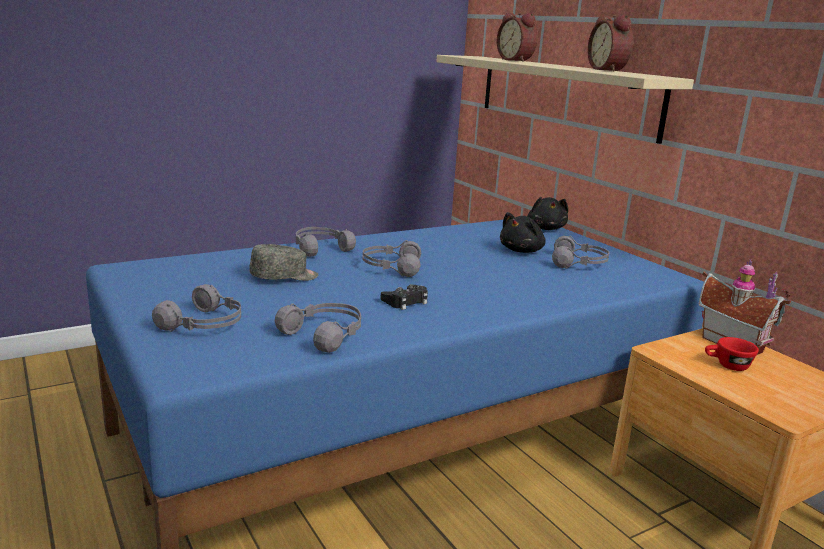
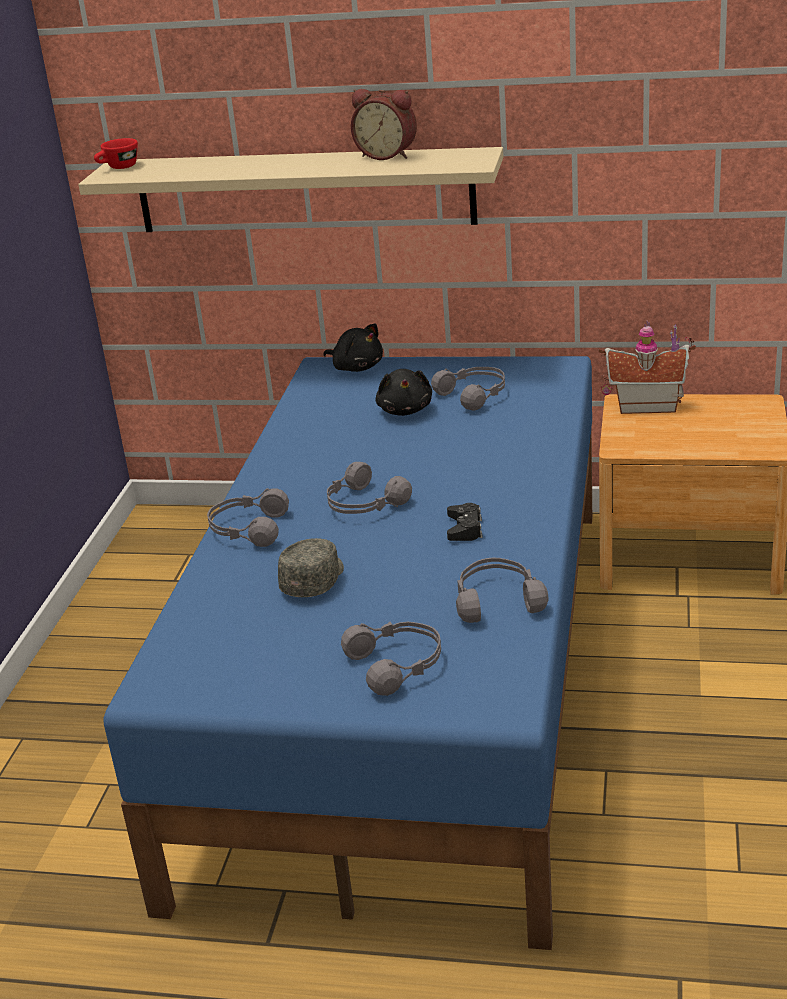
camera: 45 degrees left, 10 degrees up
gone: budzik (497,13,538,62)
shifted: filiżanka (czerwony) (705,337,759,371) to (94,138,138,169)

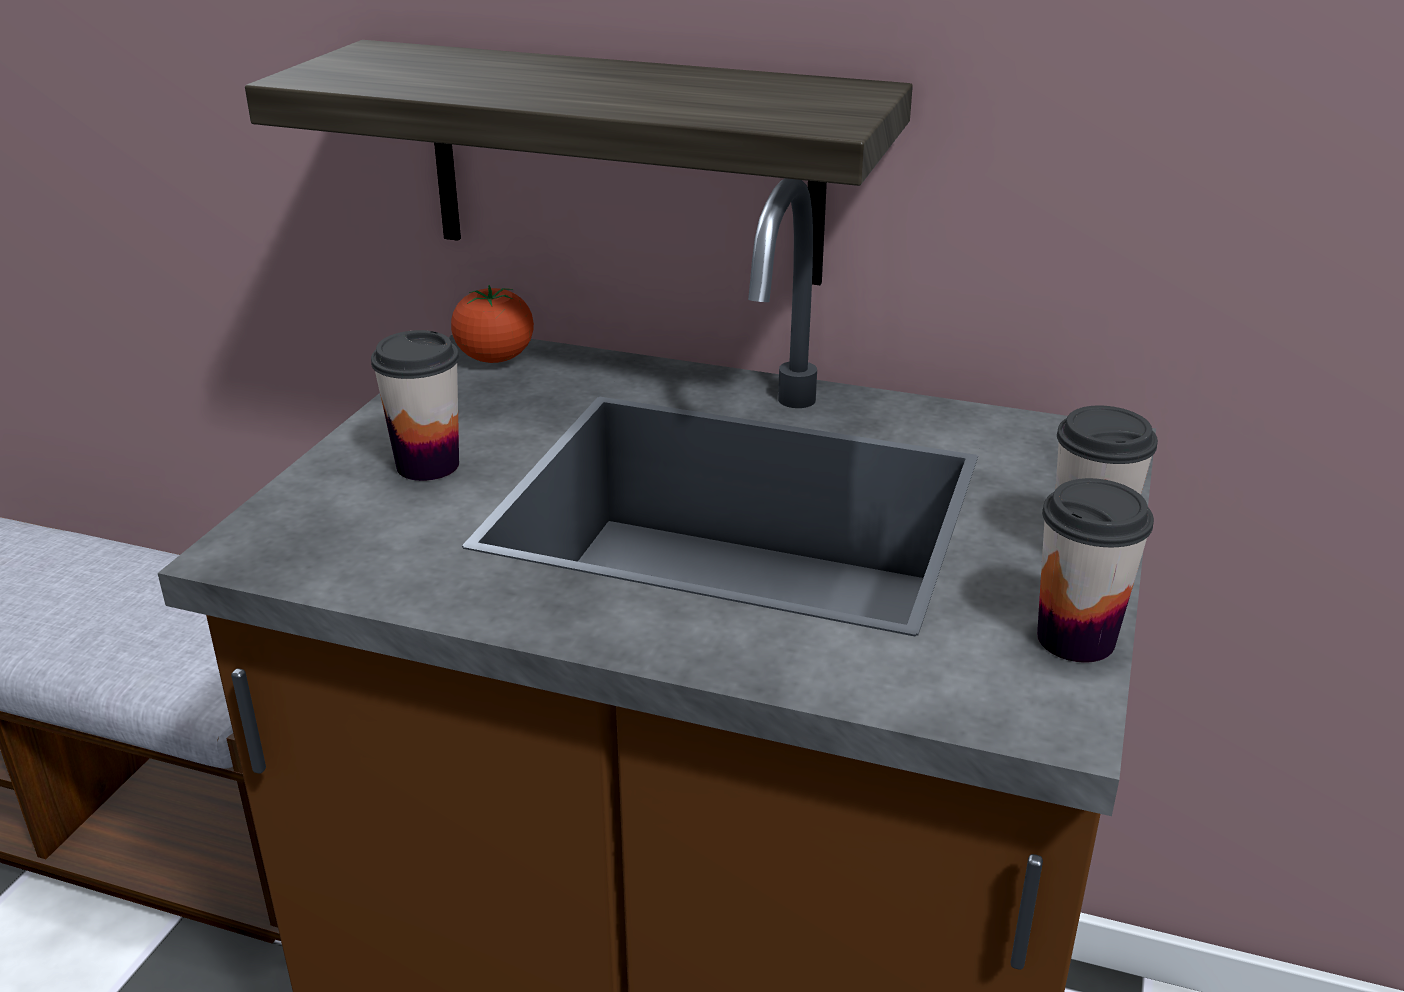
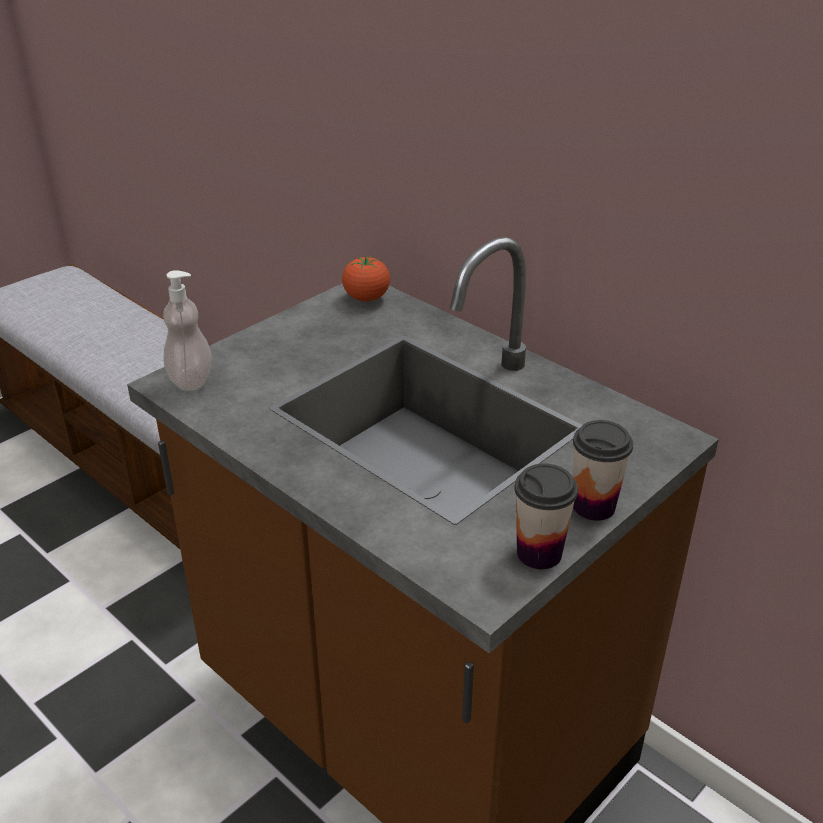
camera: 25 degrees right, 5 degrees up
gone: półka (245,40,913,285); filiżanka (371,330,459,481)
new: dozownik mydła (163,270,212,391)

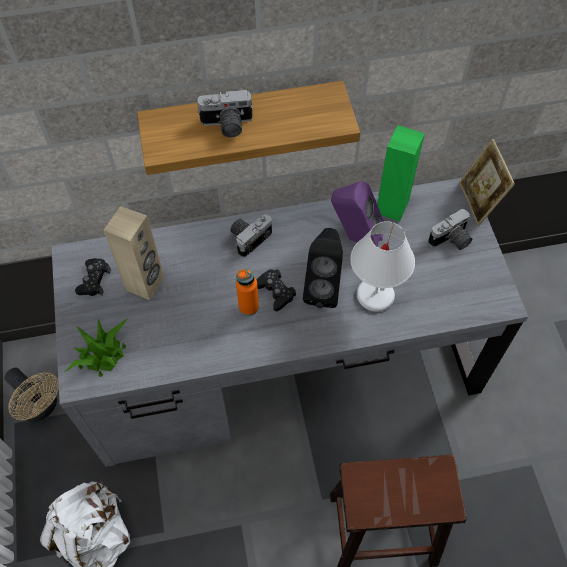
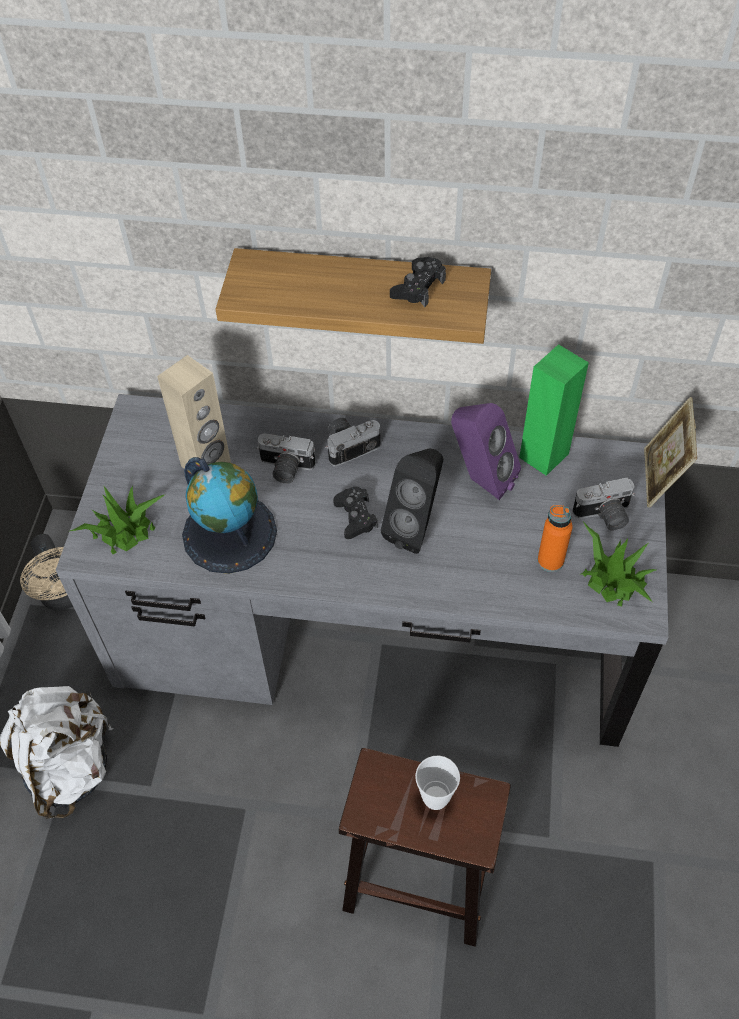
camera: 20 degrees right, 5 degrees down
gone: lampa stołowa (biały) (350,221,415,312)
new: globus (182,457,277,574); filiżanka (415,756,460,810); roślina doniczkowa (581,522,656,607)
shifted: aparat fotograficzny (197,90,254,137) to (256,433,315,484); pad do gier (czarny) (75,258,111,296) to (390,257,446,307); butelka (pomarańczowy) (236,269,259,316) to (537,505,573,572)

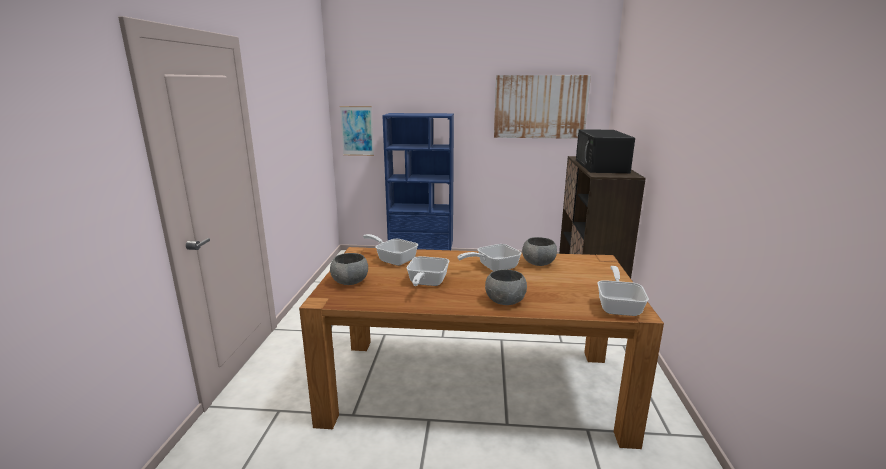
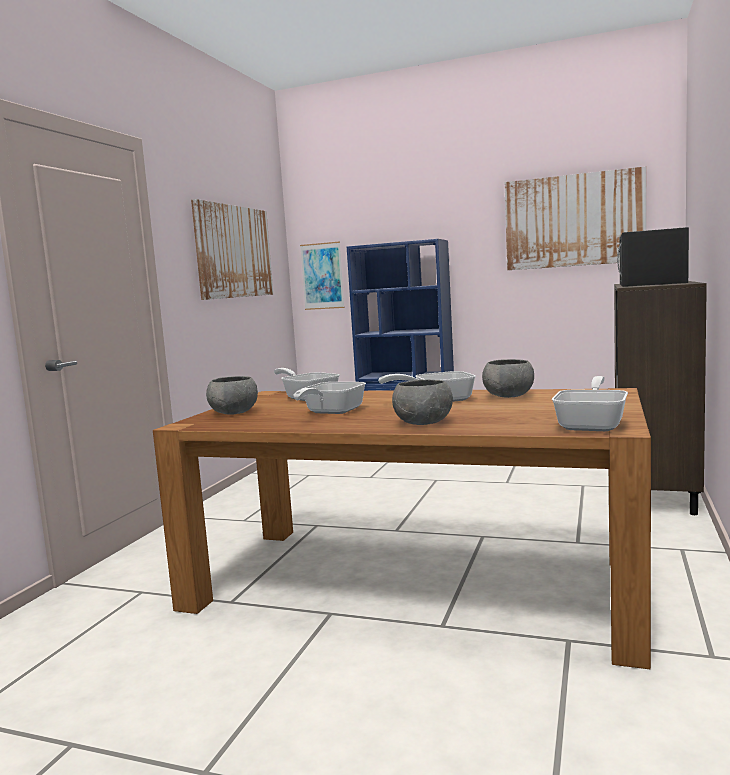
camera: 15 degrees right, 10 degrees down
new: obraz (191,199,273,300)

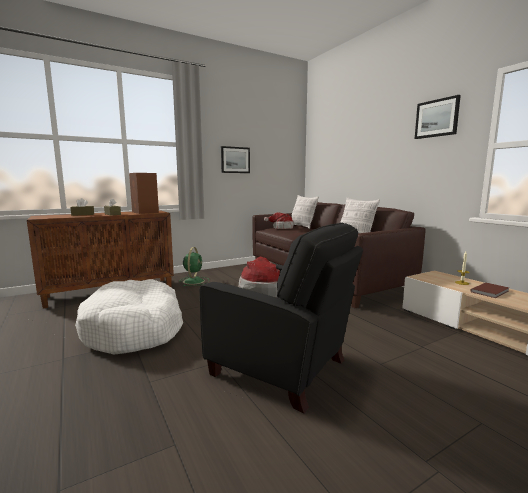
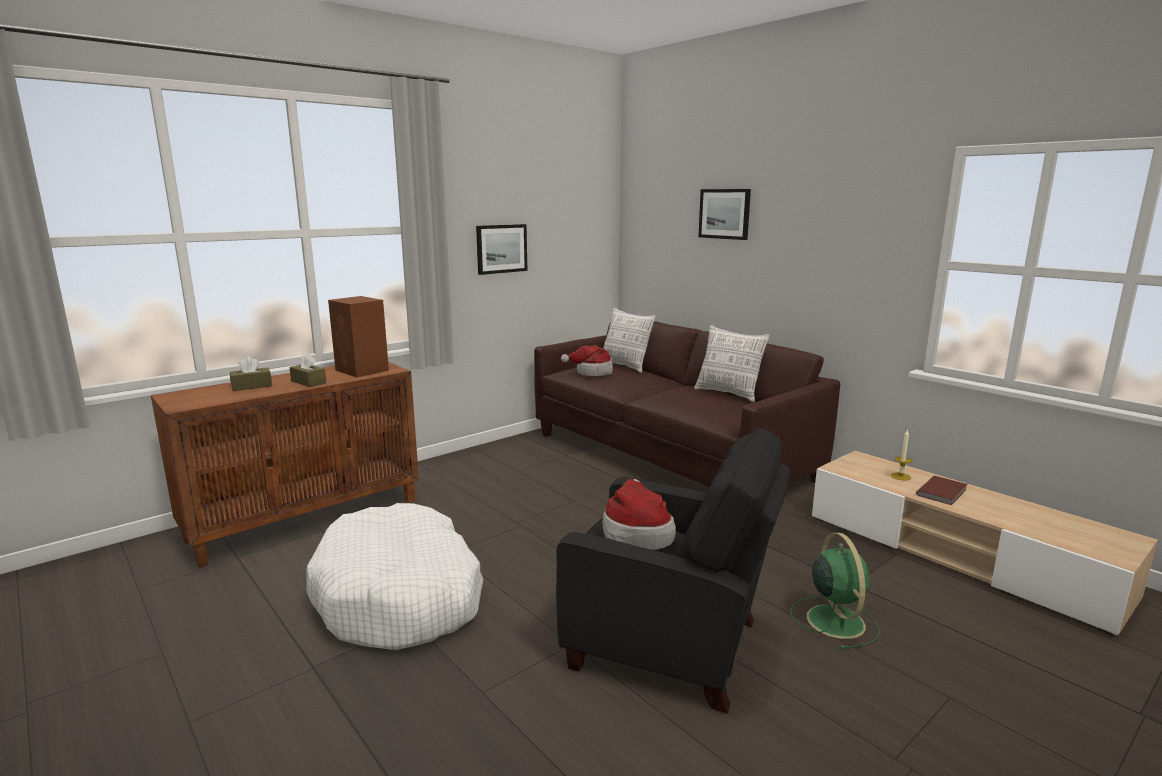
camera: 10 degrees left, 5 degrees up
shifted: obraz (415,95,461,139) to (698,189,751,240); wentylator (zielony) (179,247,209,286) to (790,533,880,650)

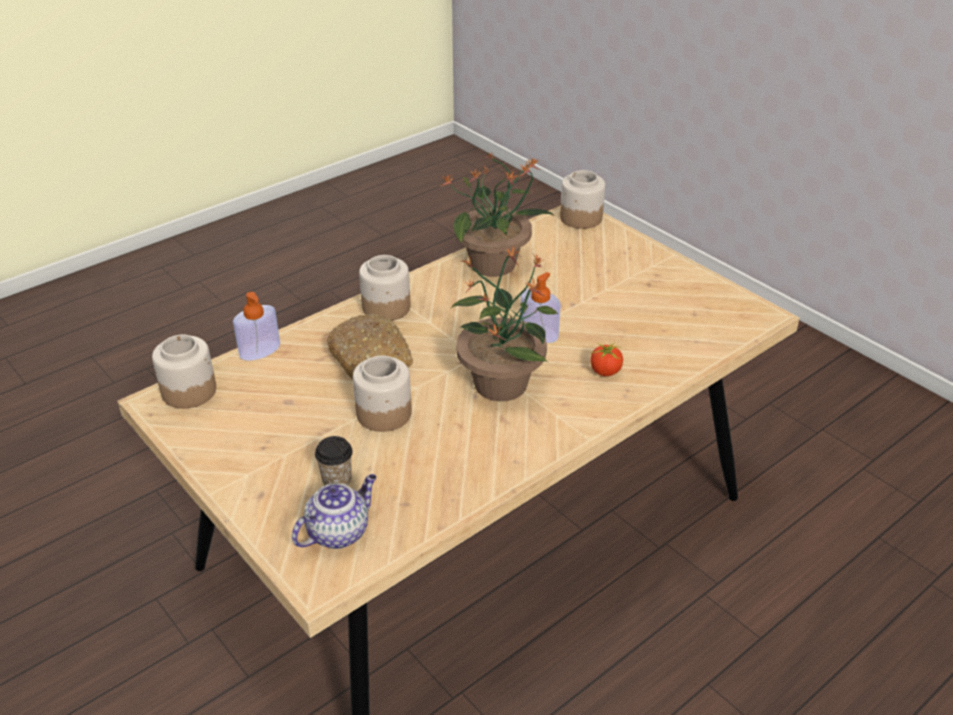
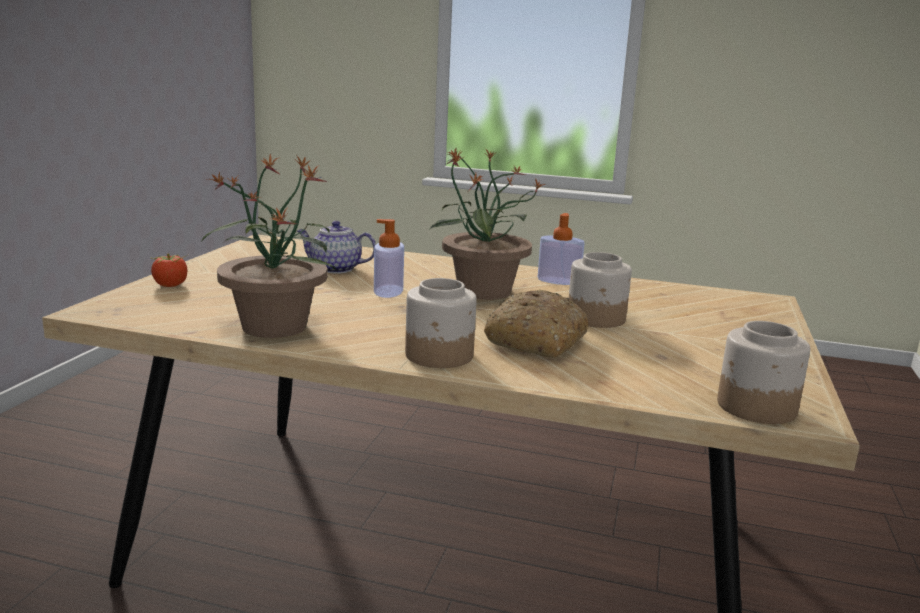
camera: 125 degrees left, 20 degrees down
gone: filiżanka (315,436,353,486); słoik (560,170,605,229)
shifted: pomidor (590,342,623,376) to (150,254,188,287); imbryk (292,474,376,549) to (297,221,376,273); dozownik mydła (233,292,280,361) to (538,213,584,285)

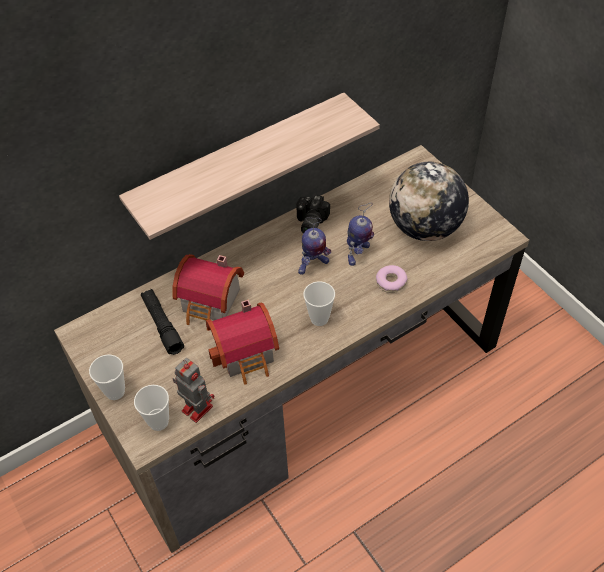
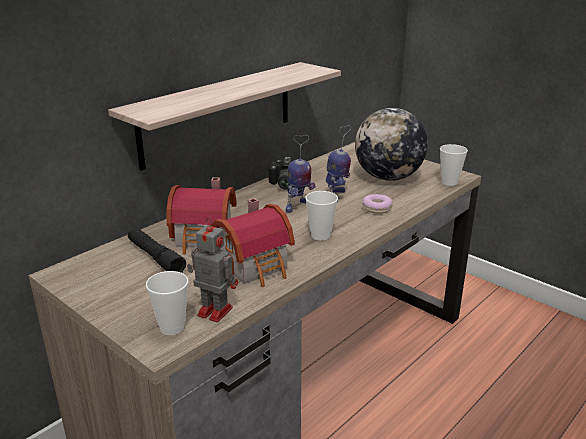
camera: 15 degrees left, 25 degrees down
shifted: filiżanka (89,355,125,400) to (440,144,468,186)

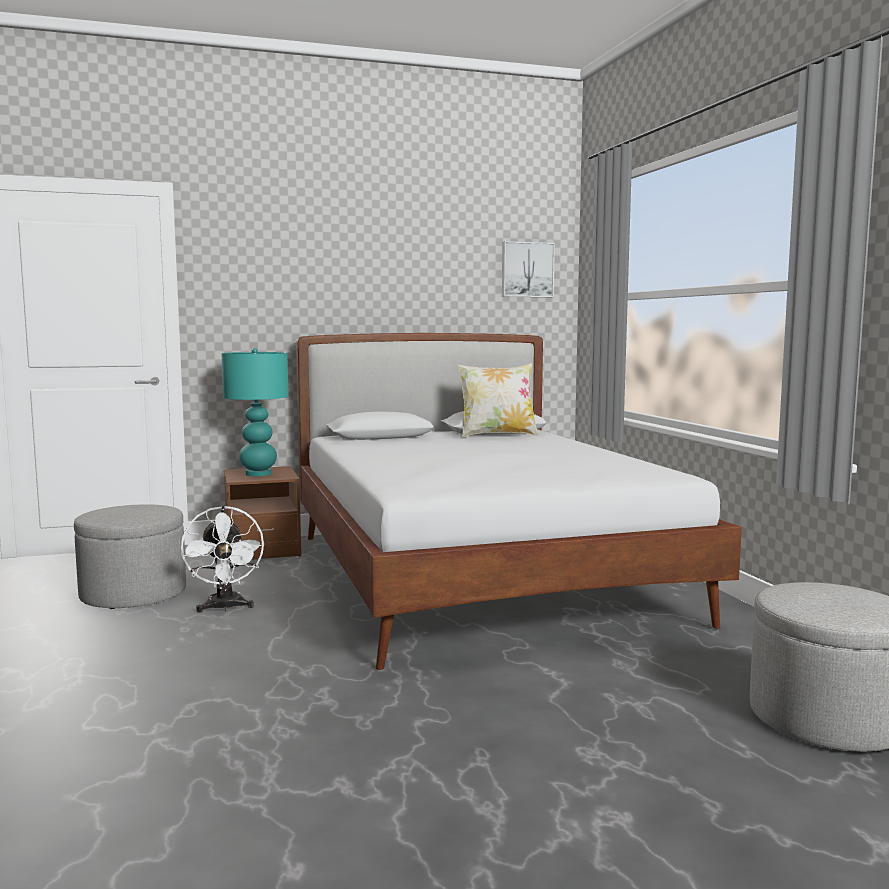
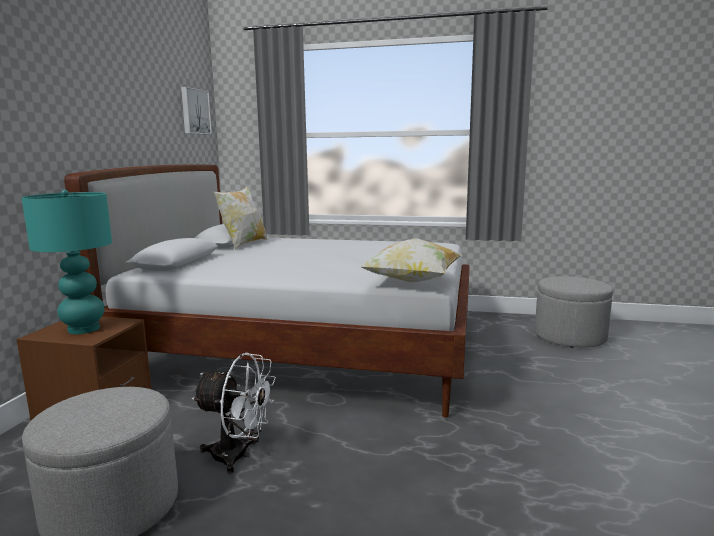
camera: 60 degrees left, 5 degrees up
new: poduszka (360,238,462,282)

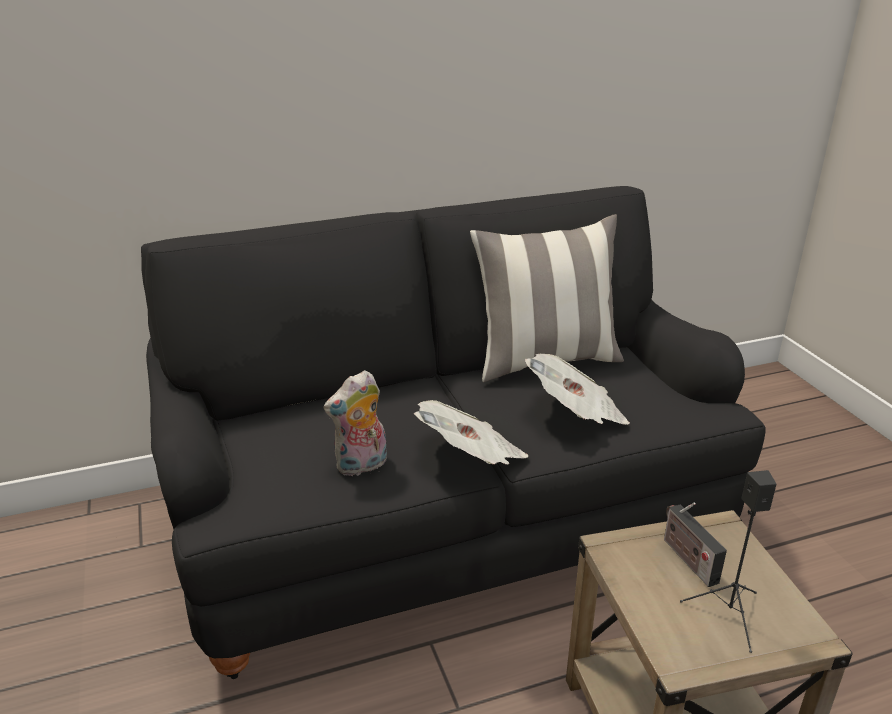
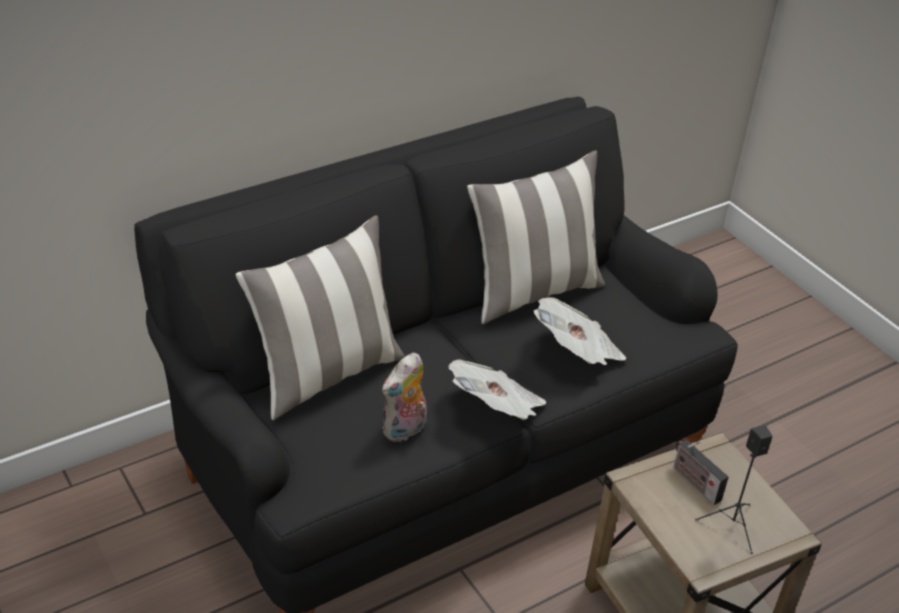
camera: 15 degrees left, 10 degrees up
new: poduszka (236,215,405,420)

